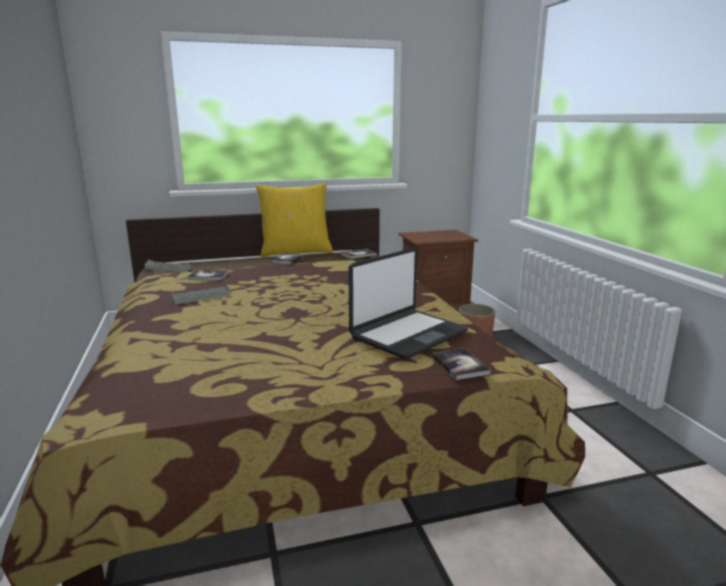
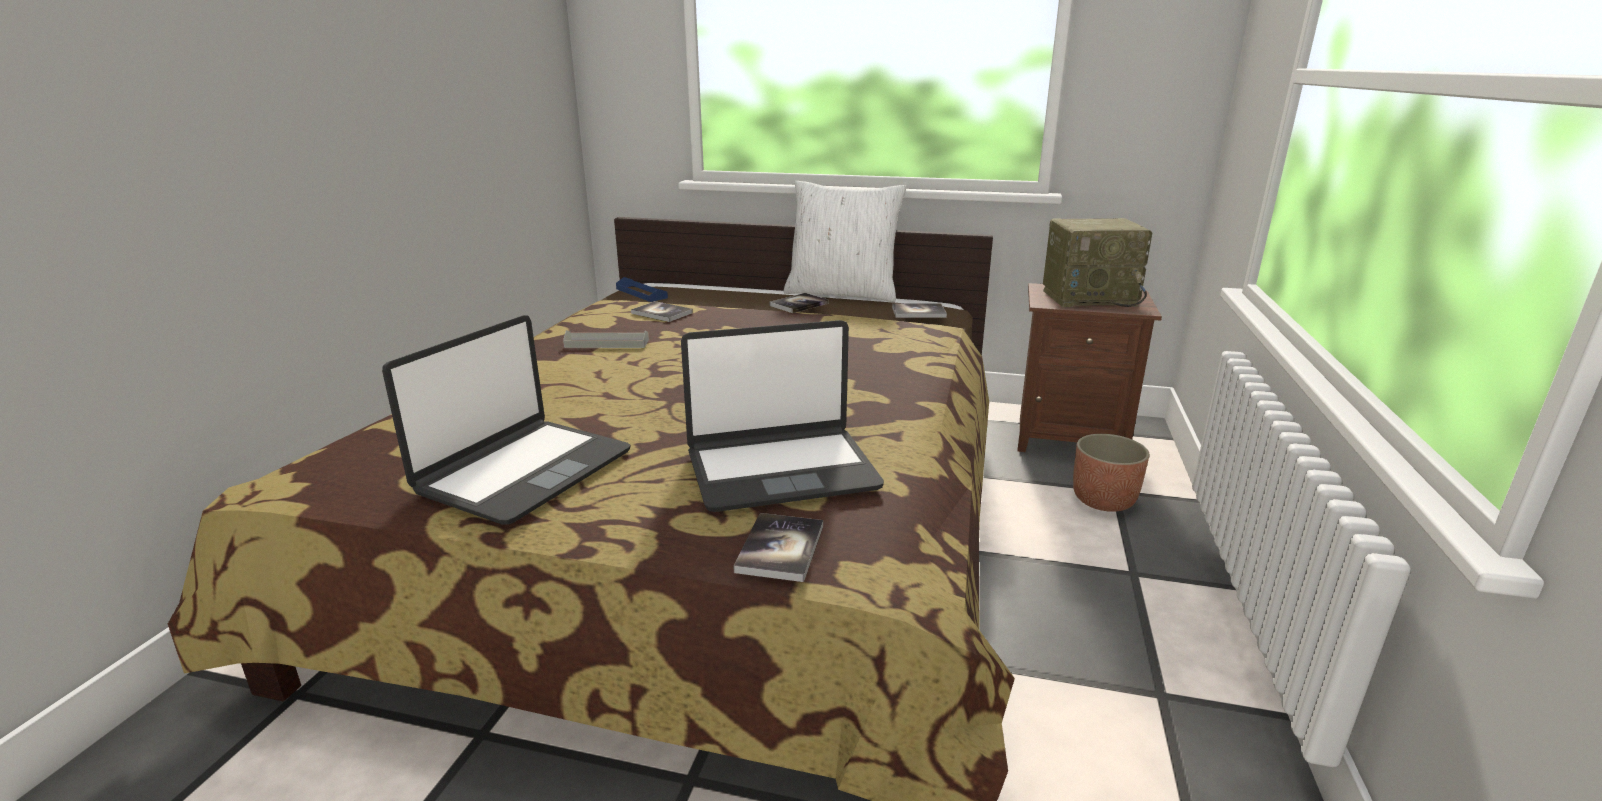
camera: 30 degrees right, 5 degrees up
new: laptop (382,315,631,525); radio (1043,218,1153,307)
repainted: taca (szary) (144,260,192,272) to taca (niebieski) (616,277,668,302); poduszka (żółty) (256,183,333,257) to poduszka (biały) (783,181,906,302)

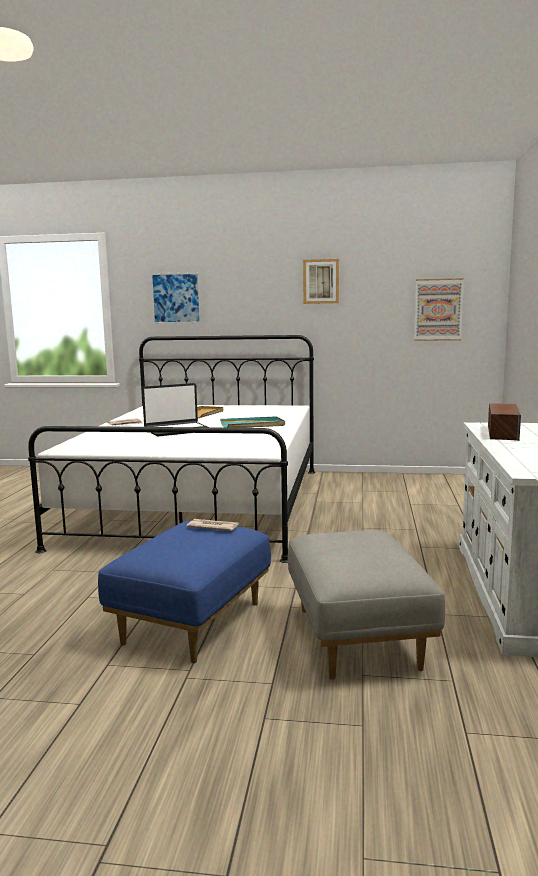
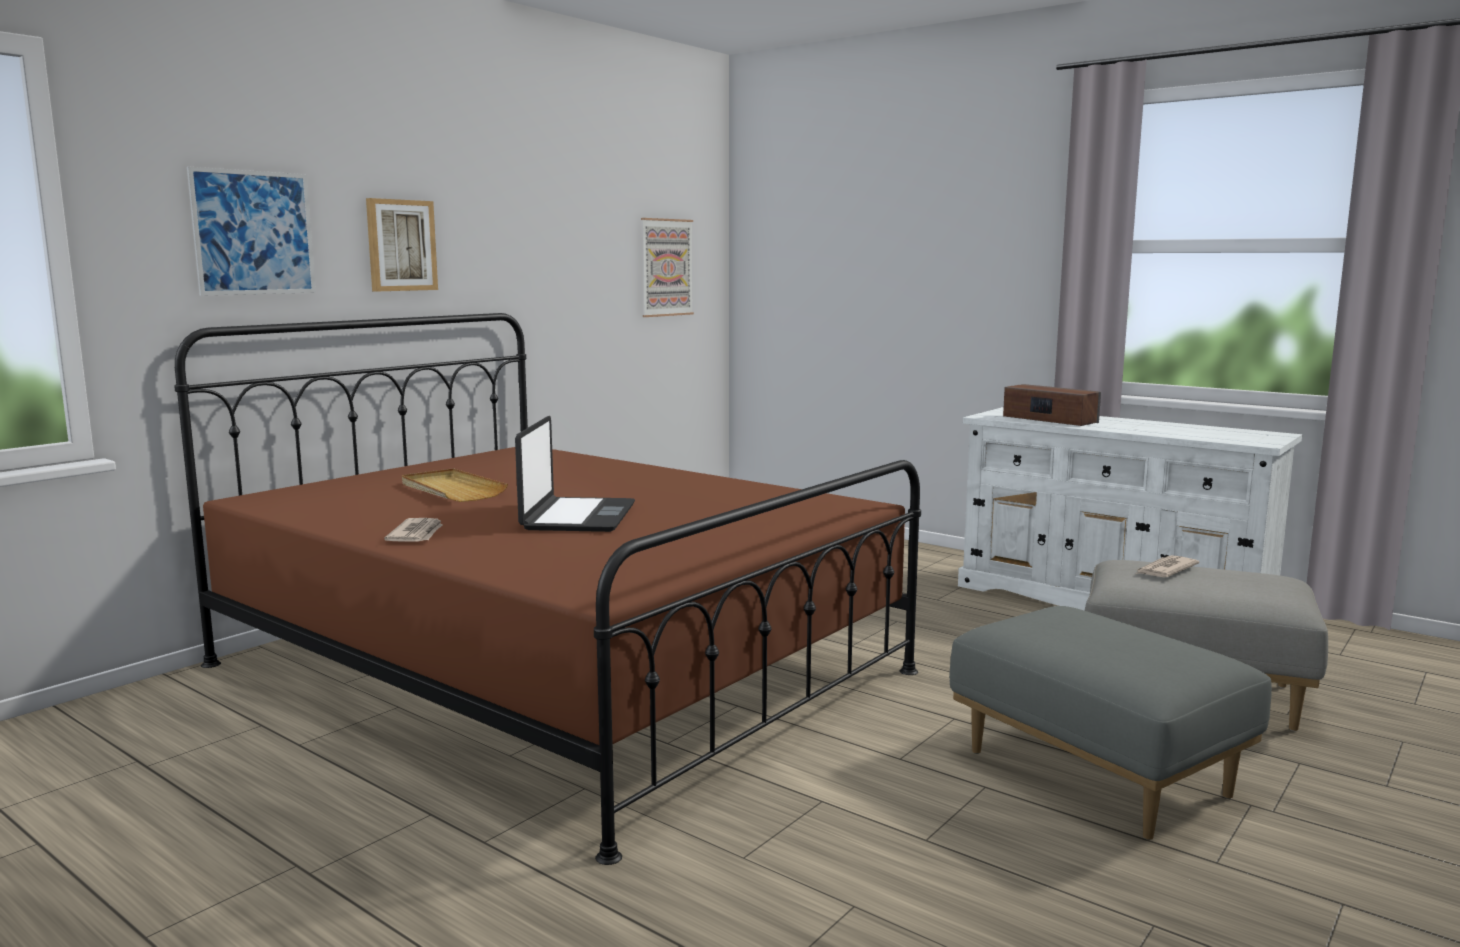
camera: 60 degrees left, 0 degrees up
gone: taca (turkusowy) (220,416,285,428)
shifted: obraz (303,259,339,304) to (366,198,438,292); gazeta (186,519,239,531) to (1136,555,1200,577)
repainted: łóżko (biały) (28,335,315,563) to łóżko (brązowy) (174,313,921,865); pufa (niebieski) (98,520,271,663) to pufa (szary) (949,606,1272,840)

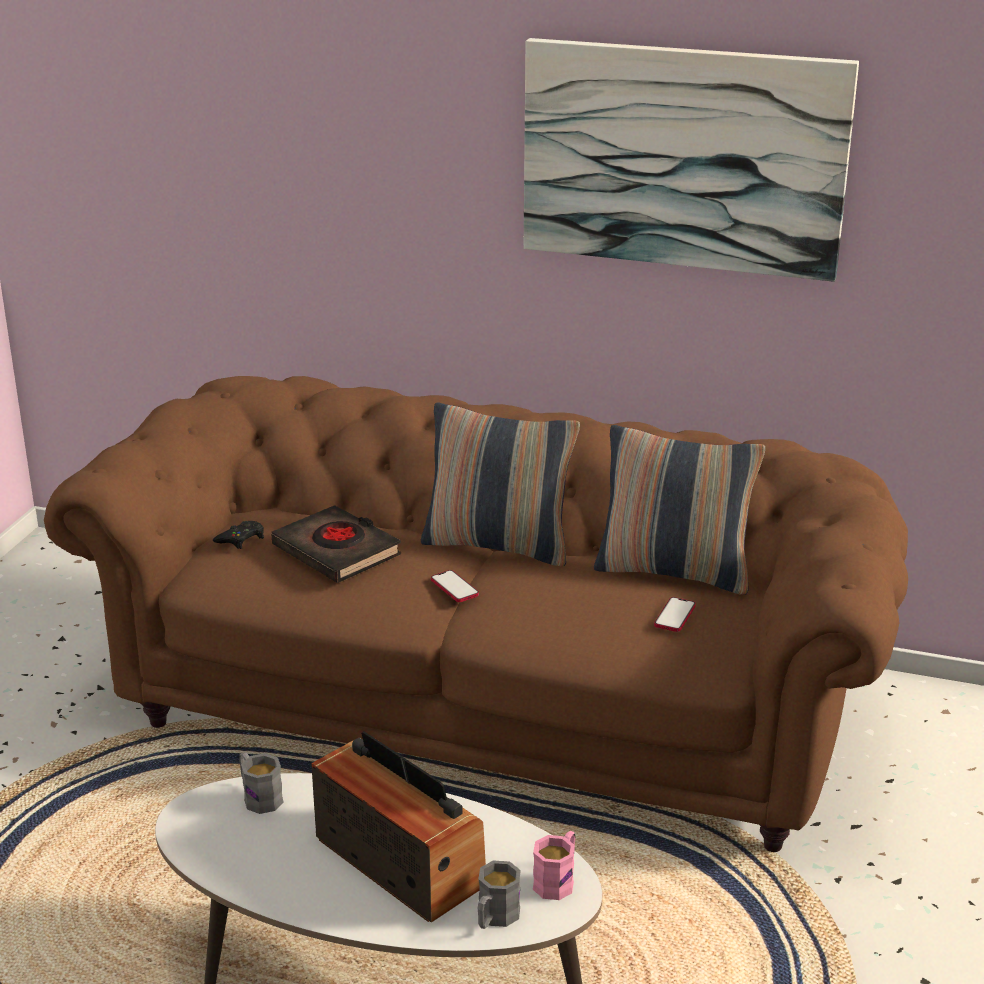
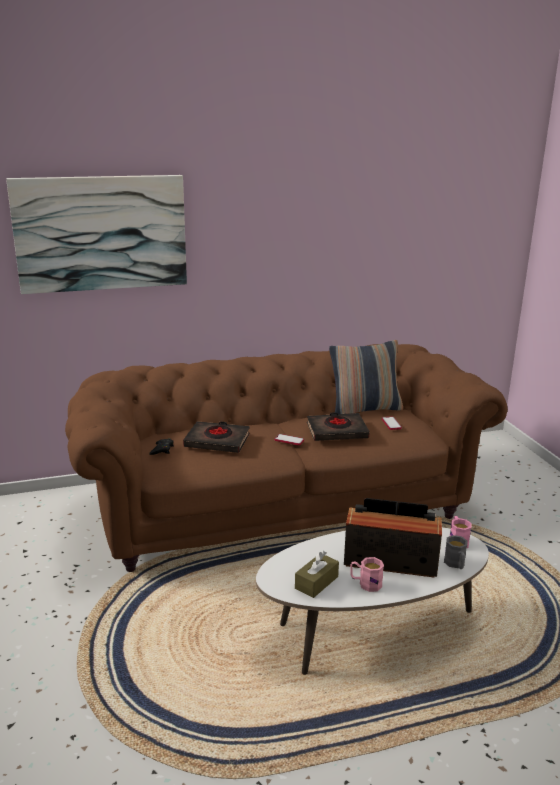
camera: 35 degrees left, 5 degrees down
gone: kubek (szary) (239,752,283,814); poduszka (421,403,580,566)
new: pudełko chusteczek (brązowy) (295,551,339,598); książka (czarny) (307,412,370,441); kubek (różowy) (350,557,384,592)
shifted: obraz (524,38,859,282) to (6,175,187,294)

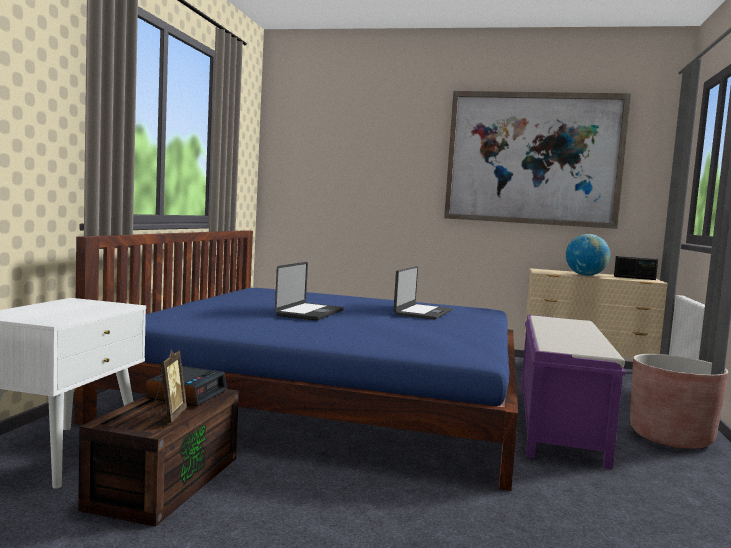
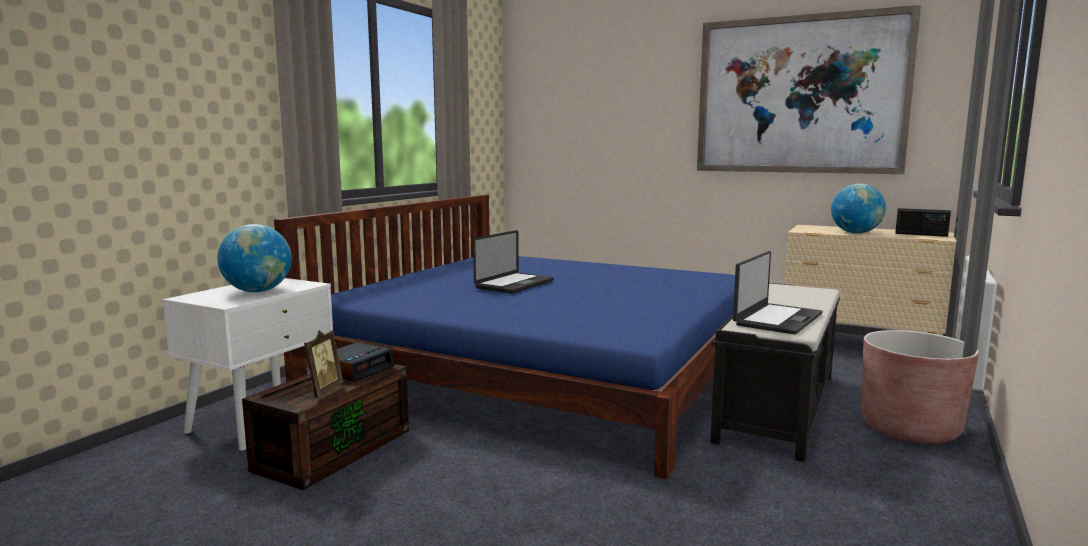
camera: 15 degrees right, 5 degrees up
new: globus (217,224,292,292)
shifted: laptop (393,266,452,320) to (733,251,823,335)
repainted: ławka (fioletowy) (521,315,626,469) to ławka (czarny) (710,283,840,462)

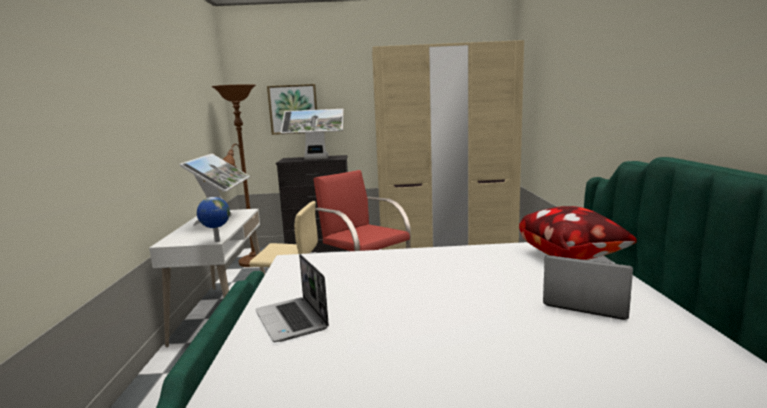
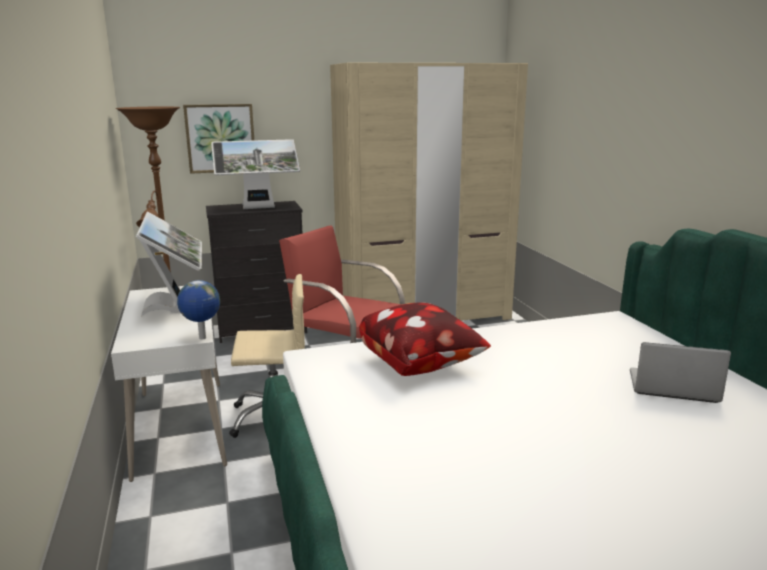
camera: 15 degrees left, 5 degrees up
gone: laptop (255,254,329,342)
shifted: poduszka (519,206,637,260) to (359,303,491,376)

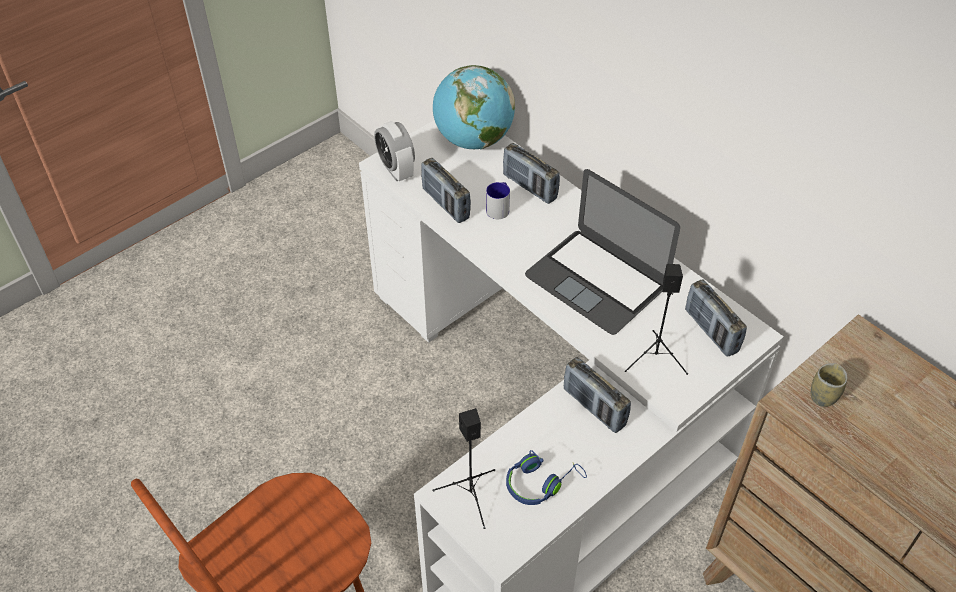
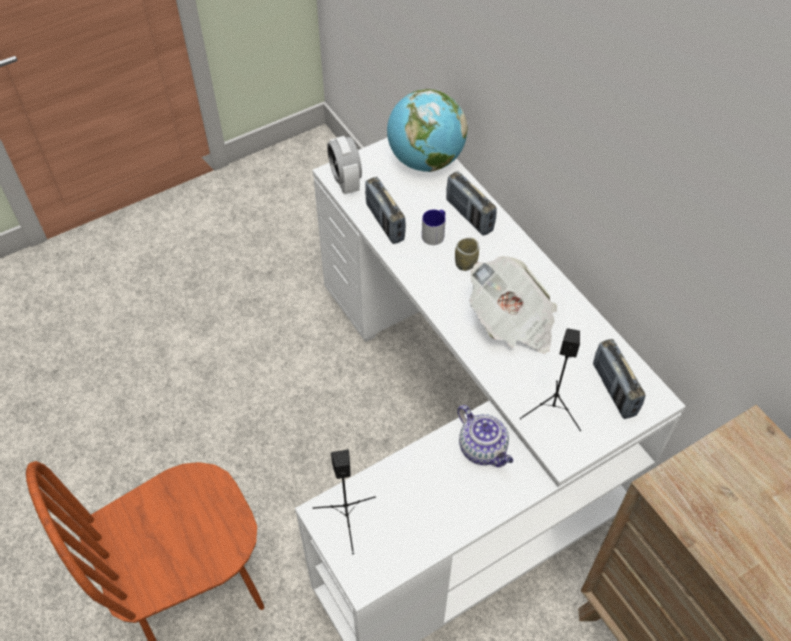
camera: 10 degrees right, 5 degrees up
gone: słuchawki (niebieski) (506,450,587,505)
shifted: filiżanka (811,363,847,407) to (455,238,479,271)
swapped: radio (564,357,631,433) to imbryk (458,405,513,467); laptop (525,169,680,335) to gazeta (469,256,557,354)

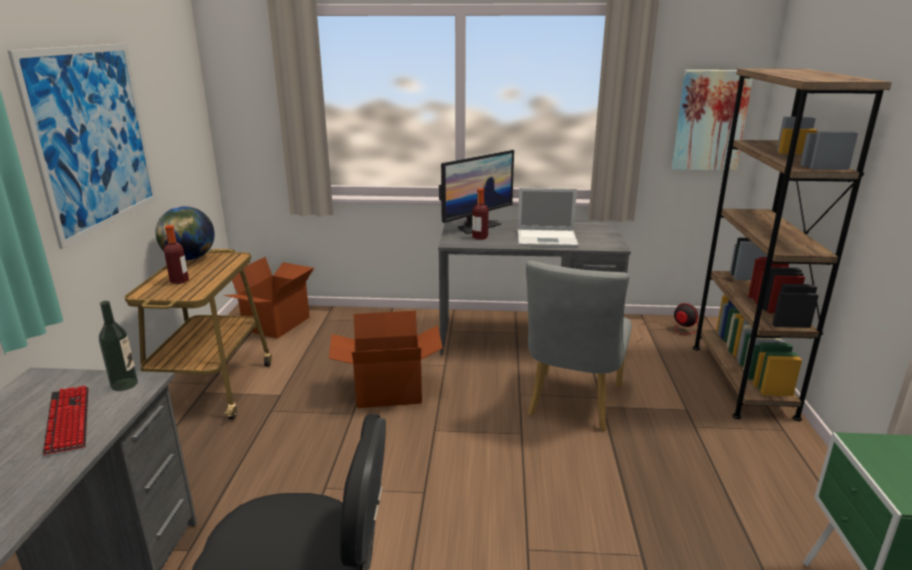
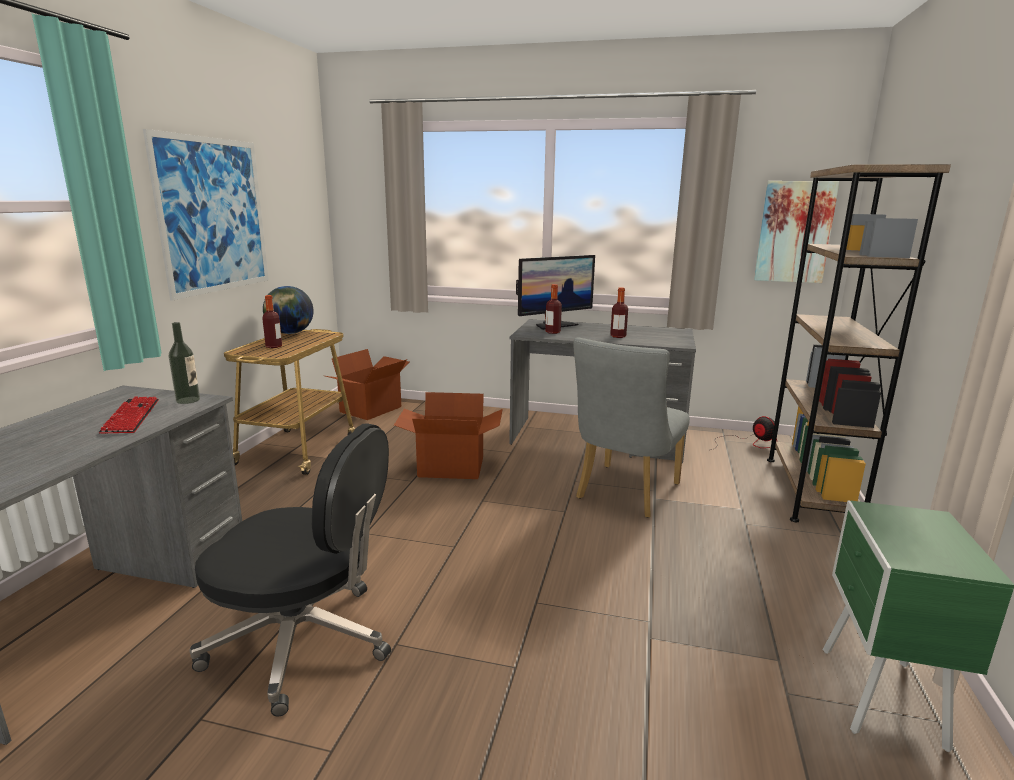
camera: 10 degrees right, 5 degrees down
swapped: laptop (518,188,579,247) to butelka (610,287,628,338)

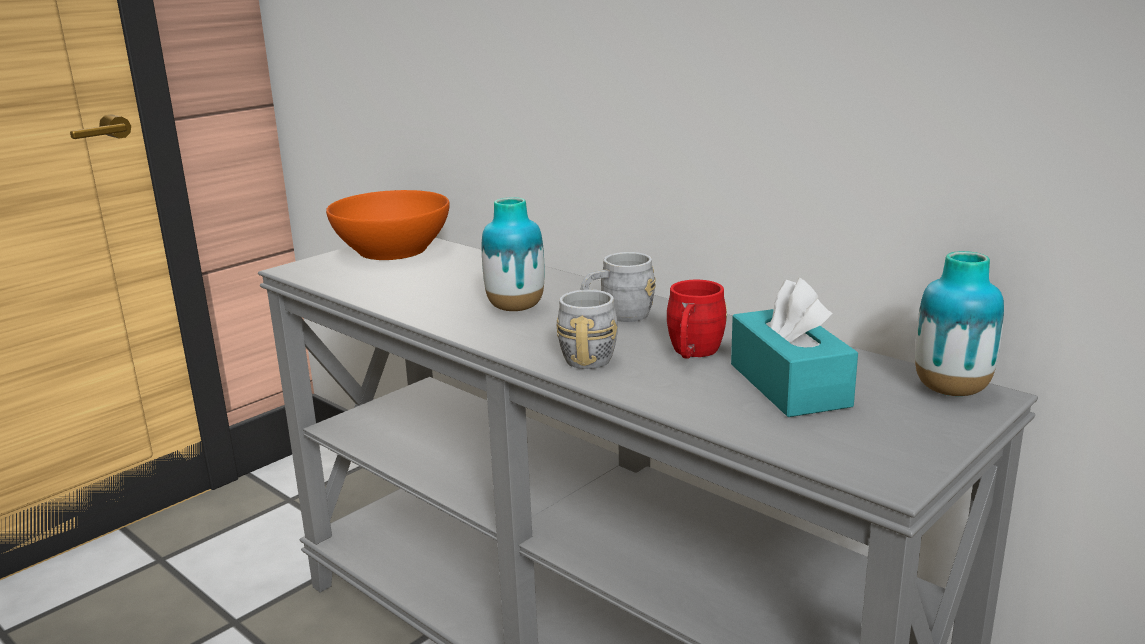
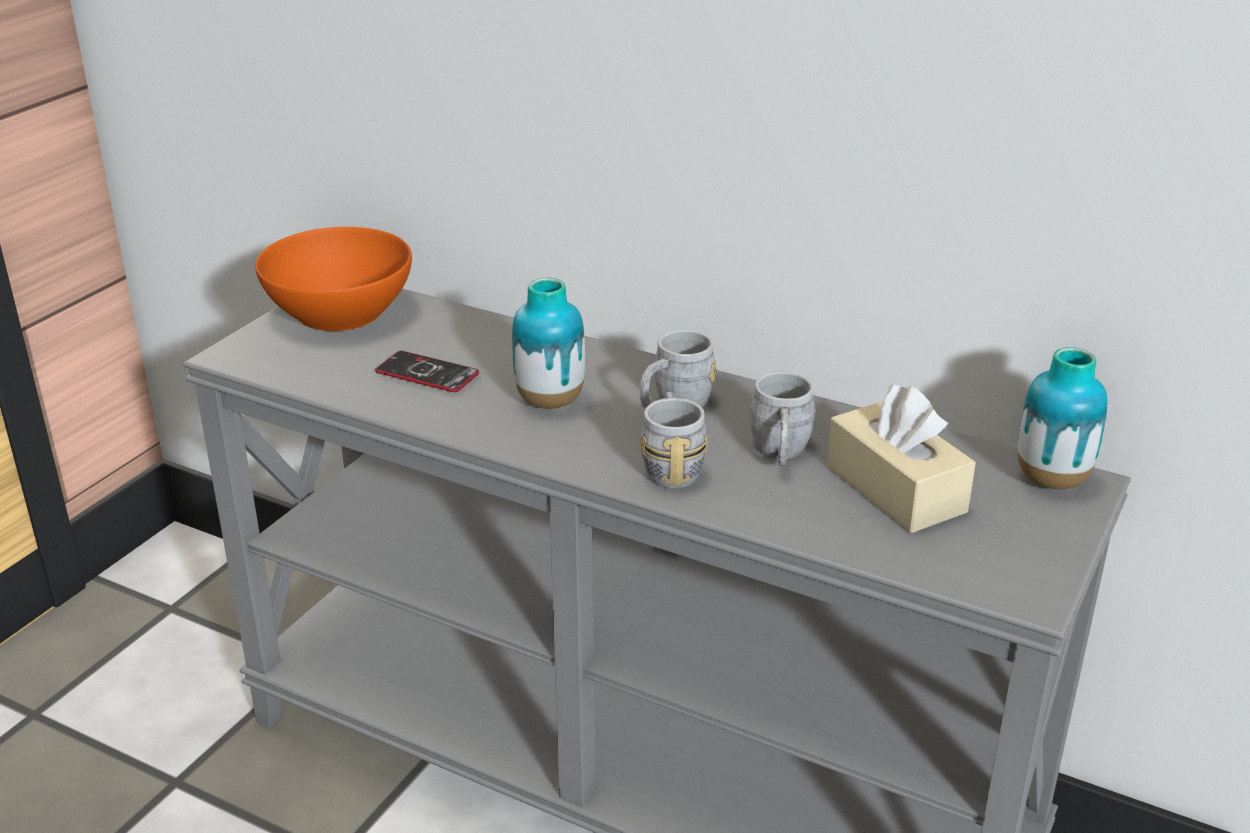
camera: 15 degrees left, 10 degrees up
new: telefon (375,351,479,392)
repainted: kubek (czerwony) (667,280,727,359) to kubek (szary) (749,372,815,466); pudełko chusteczek (turkusowy) (731,278,858,417) to pudełko chusteczek (beżowy) (827,385,976,533)

